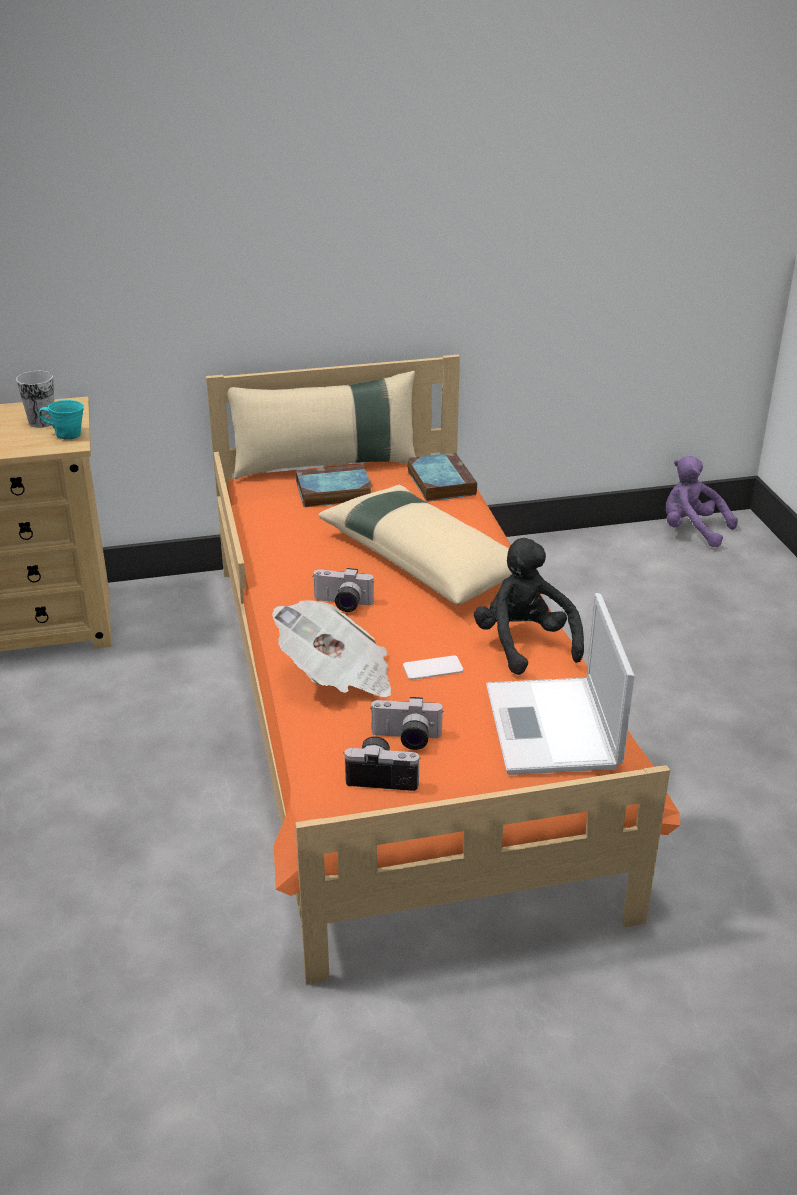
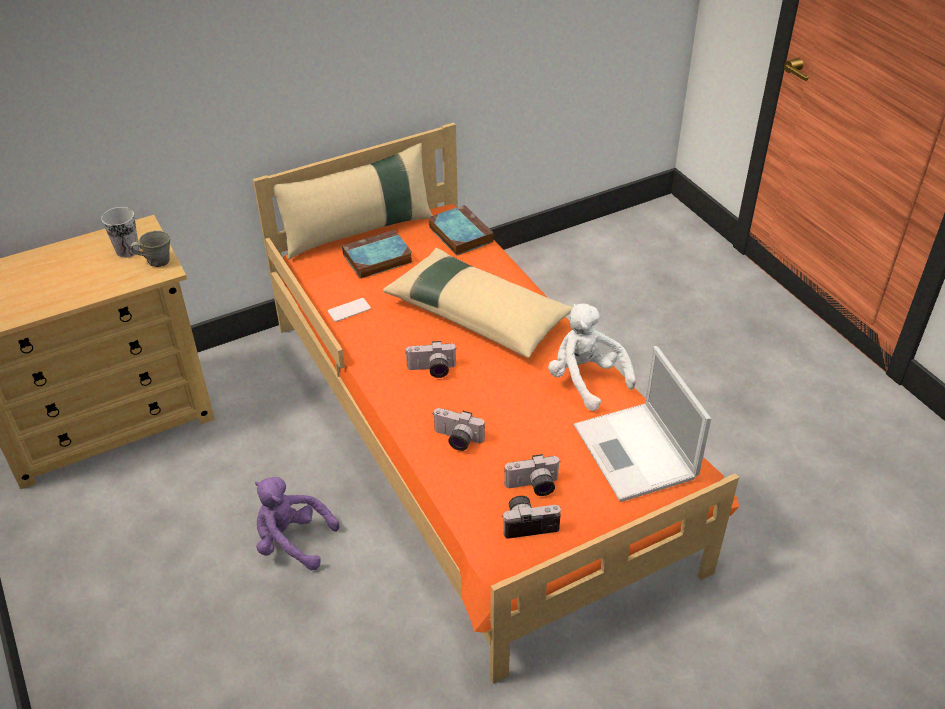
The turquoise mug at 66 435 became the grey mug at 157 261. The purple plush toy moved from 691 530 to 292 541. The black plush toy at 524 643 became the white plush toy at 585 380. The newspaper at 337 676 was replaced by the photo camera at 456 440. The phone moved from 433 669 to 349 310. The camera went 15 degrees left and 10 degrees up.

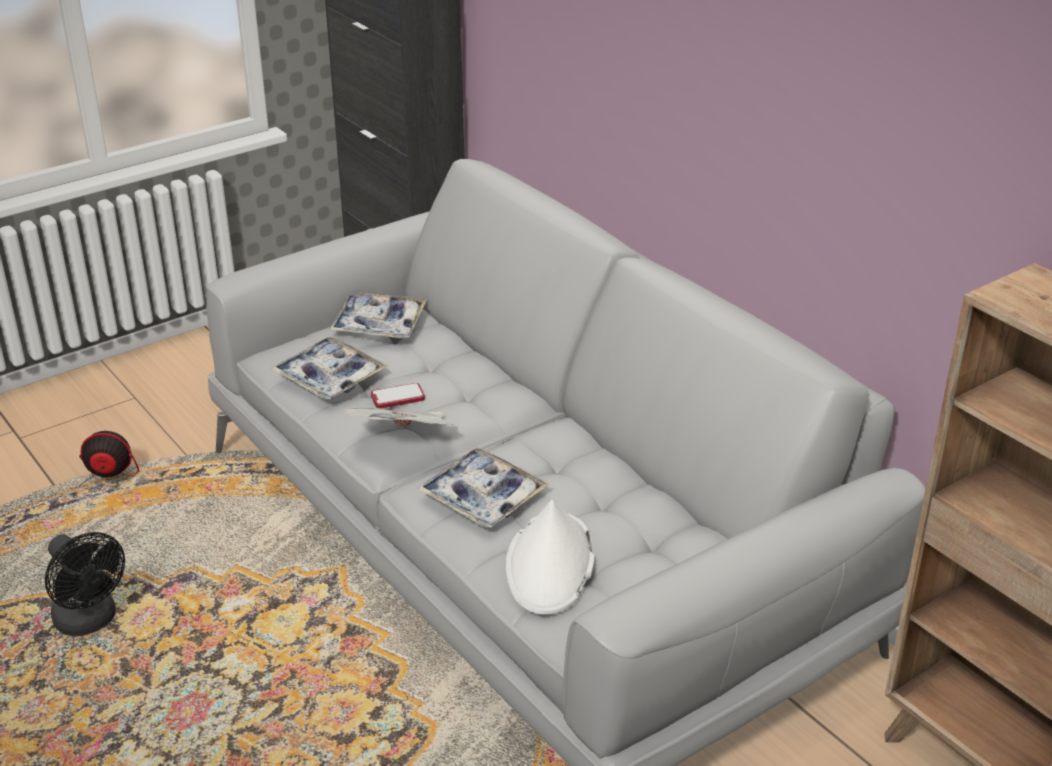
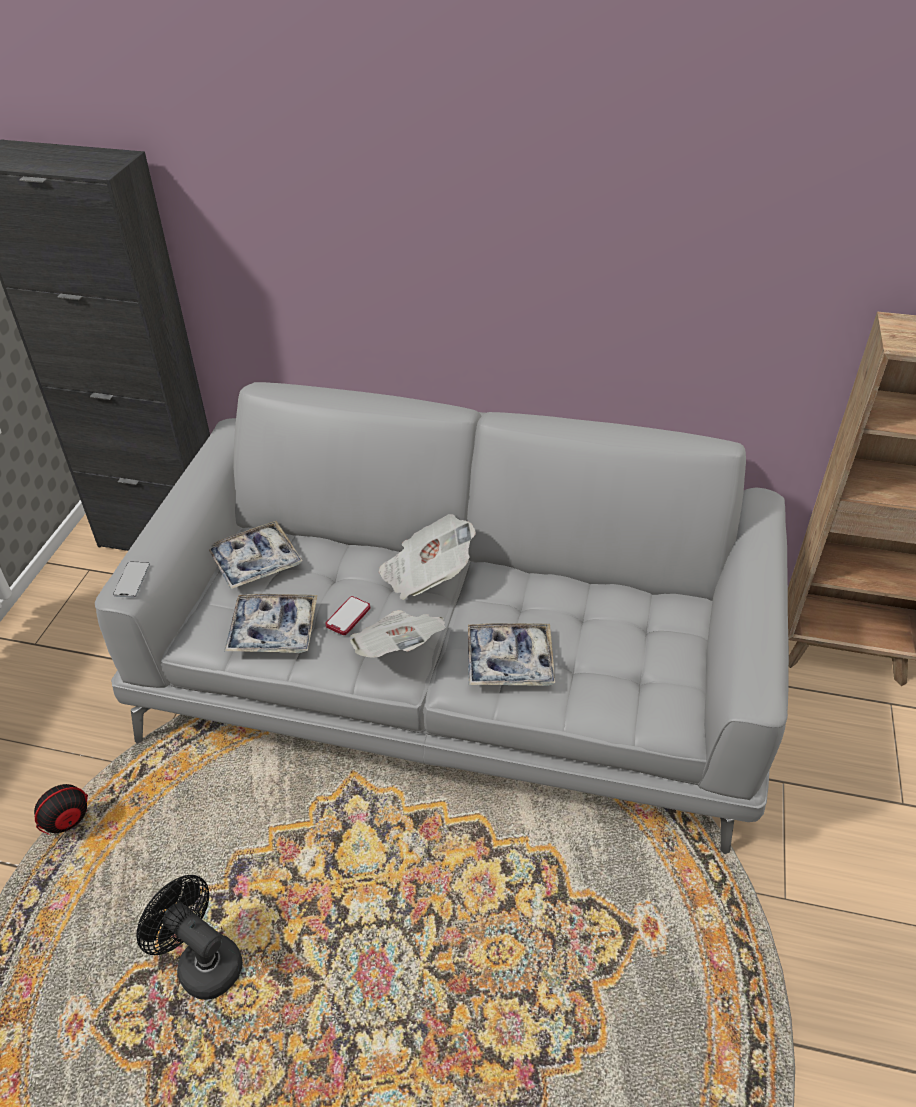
The white hat at 550 565 disappeared. The black fan at 90 622 turned 150 degrees counterclockwise. The newspaper at 426 574 appeared. The phone at 132 580 appeared. The camera went 40 degrees left and 10 degrees up.

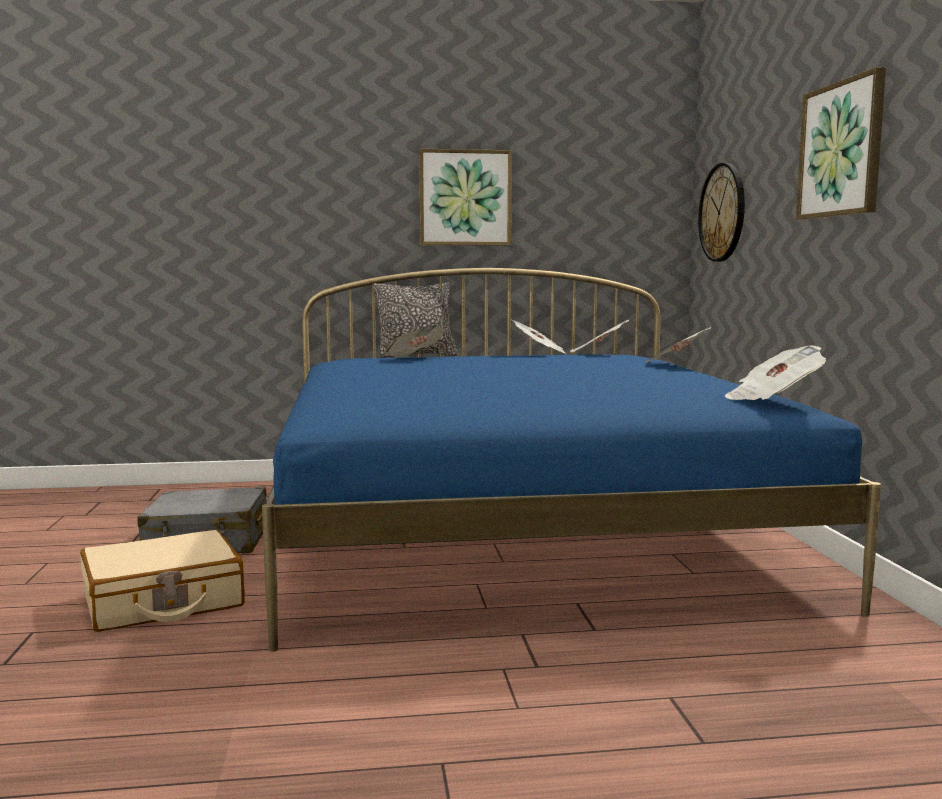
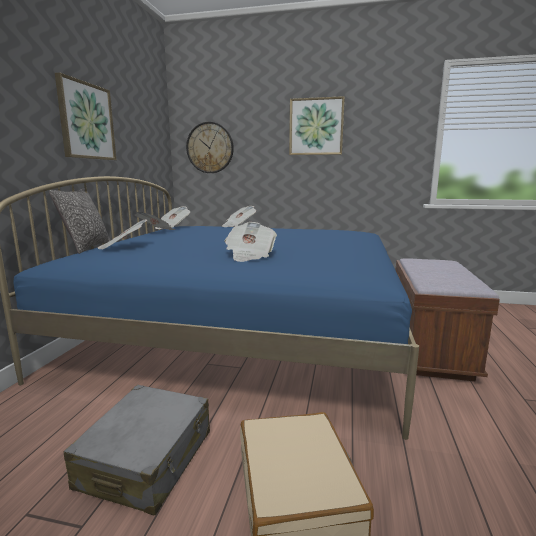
The newspaper moved from 772 398 to 249 256. The brown bench at 429 349 appeared. The camera went 70 degrees left and 5 degrees up.

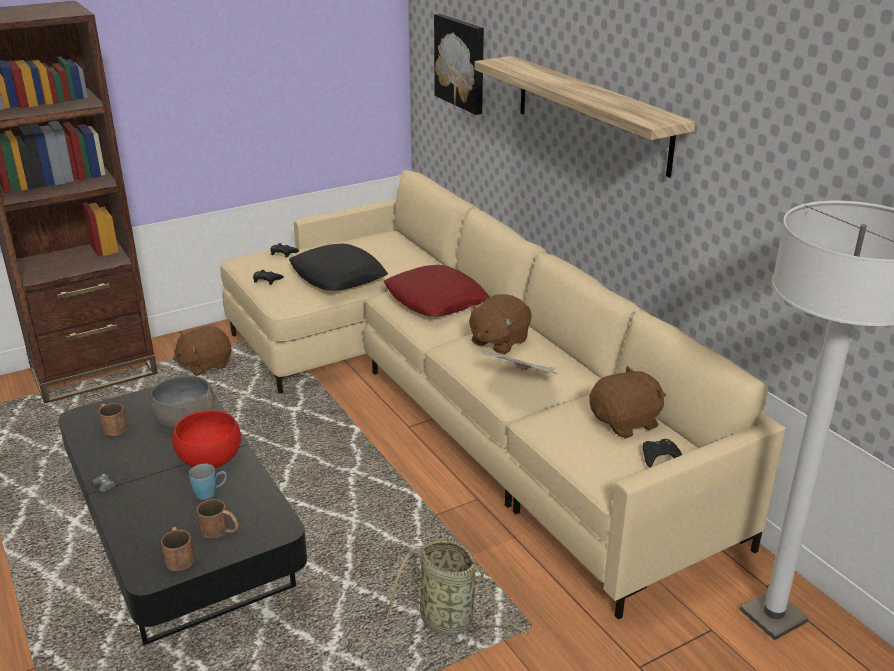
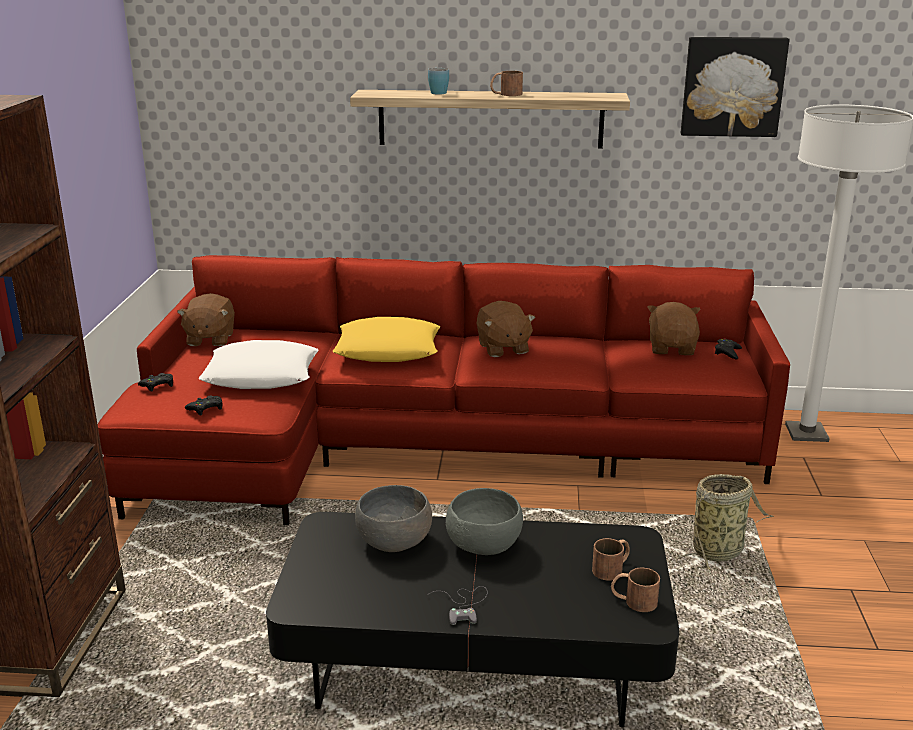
The picture moved from 461 63 to 732 86. The beige sofa at 457 401 became the red sofa at 429 444. The black pillow at 338 276 became the white pillow at 261 375. The red pillow at 436 300 became the yellow pillow at 388 350. The brown plush toy moved from 205 365 to 210 339. The newspaper at 523 381 disappeared. The brown mug moved from 111 426 to 506 94. The red bowl at 209 459 became the grey bowl at 483 545. The blue mug moved from 210 493 to 440 92. The camera went 55 degrees left and 5 degrees down.

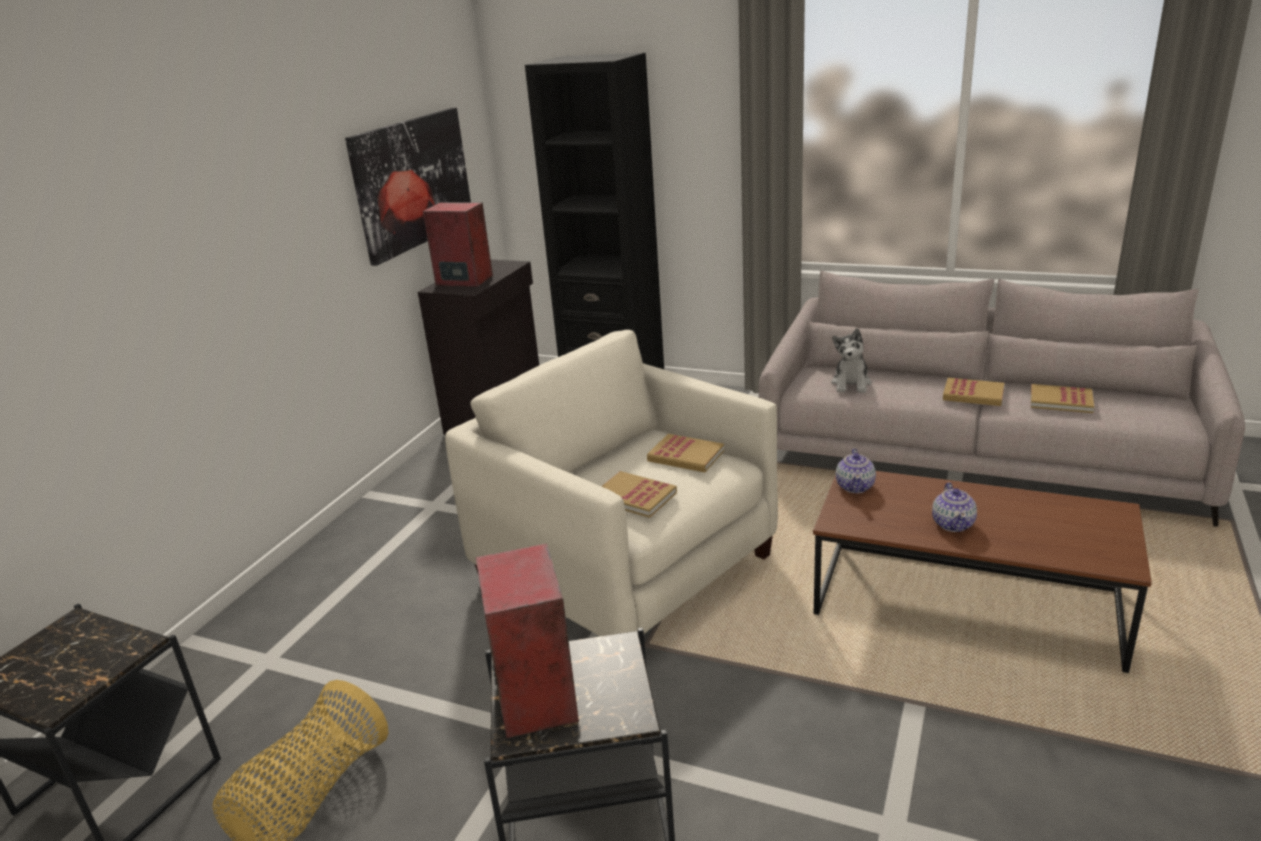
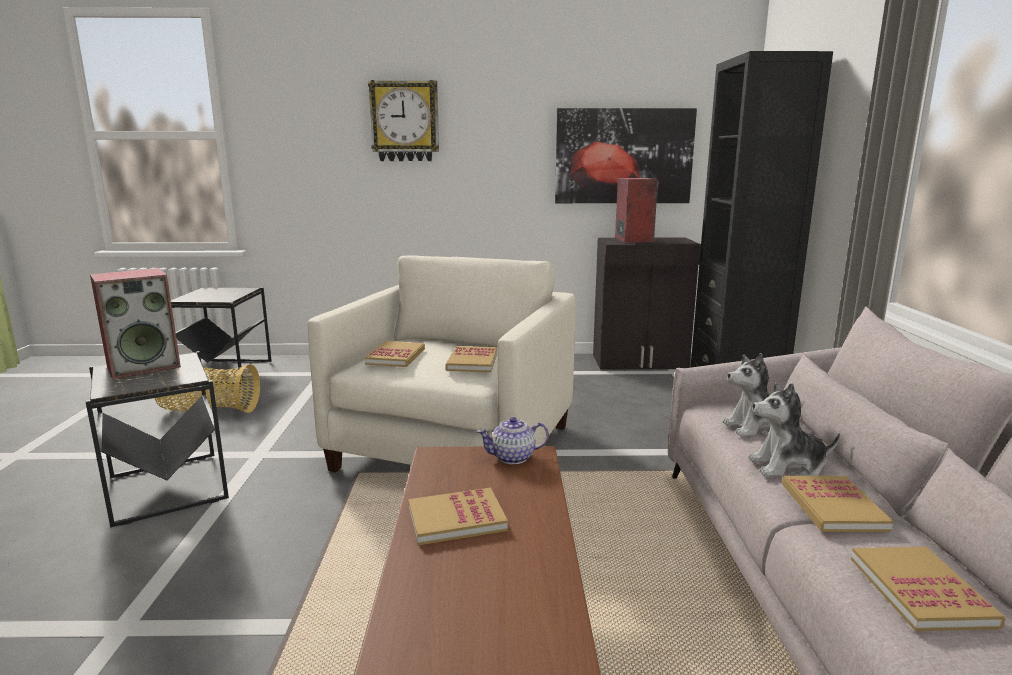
The teapot at 953 524 was replaced by the book at 456 519. The wall clock at 405 121 appeared. The plush toy at 787 467 appeared. The camera went 65 degrees right and 10 degrees down.

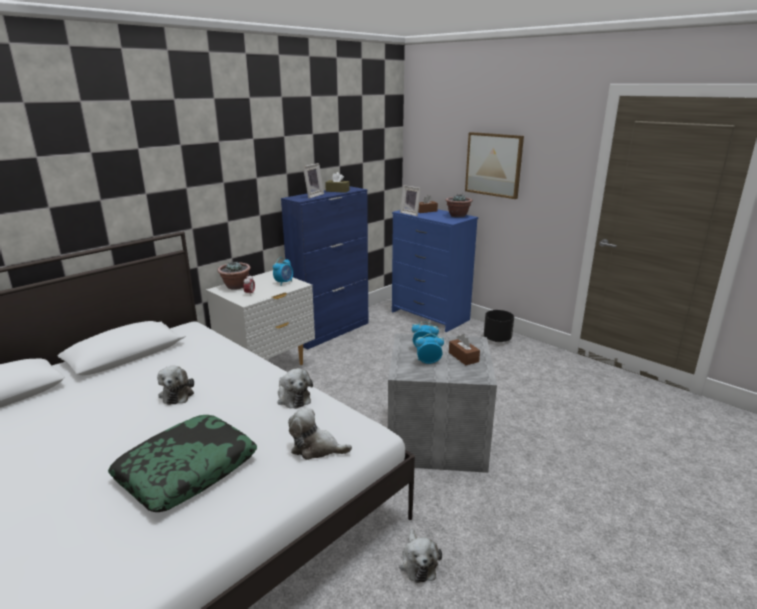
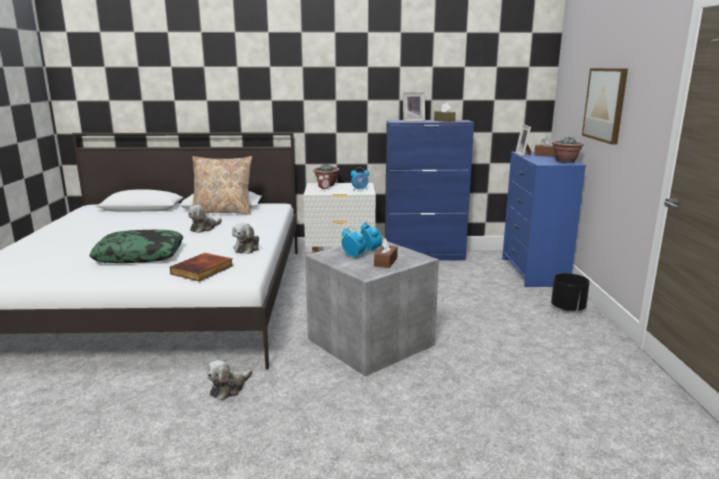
The plush toy at 316 448 was replaced by the book at 203 270. The beige pillow at 223 212 appeared. The camera went 45 degrees right and 5 degrees down.

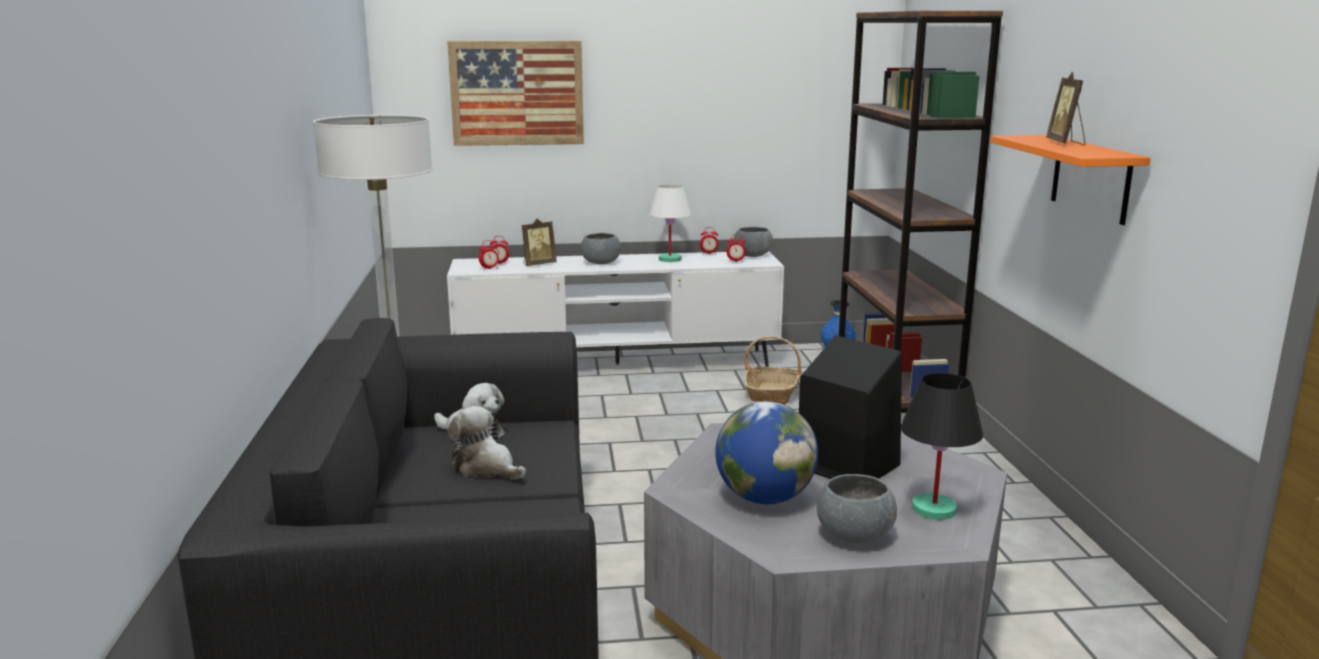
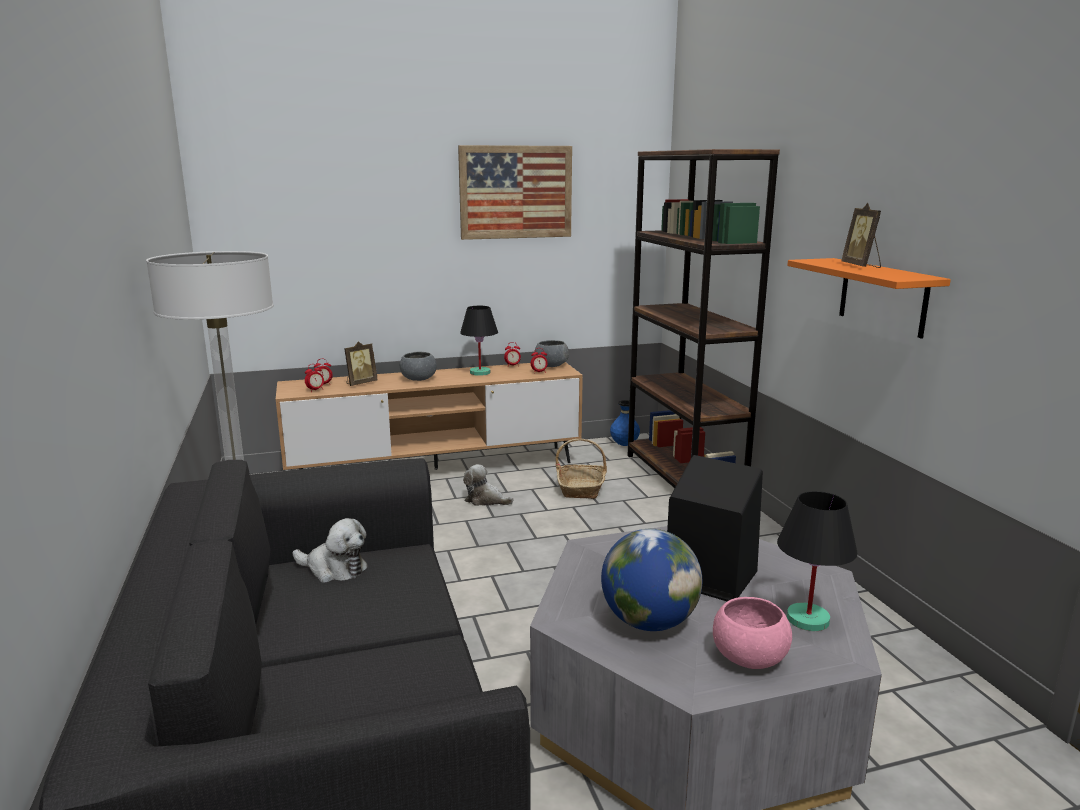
The picture moved from 517 93 to 516 192. The white table lamp at 670 259 became the black table lamp at 480 372. The white tv stand at 617 364 became the brown tv stand at 436 469. The plush toy moved from 486 468 to 485 500. The grey bowl at 854 534 became the pink bowl at 749 657. The camera went 10 degrees left and 0 degrees up.

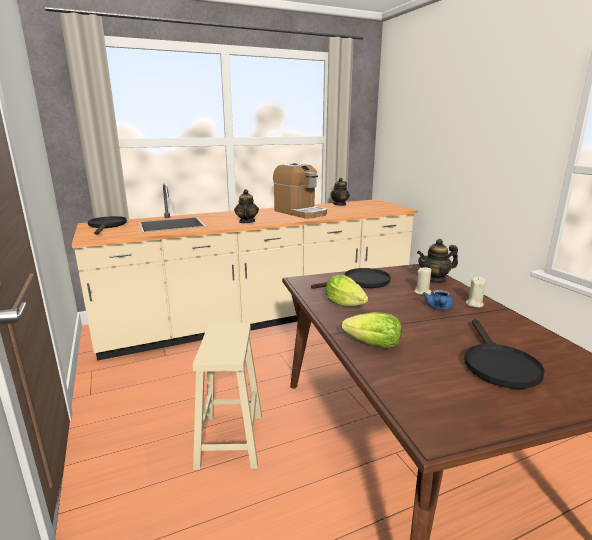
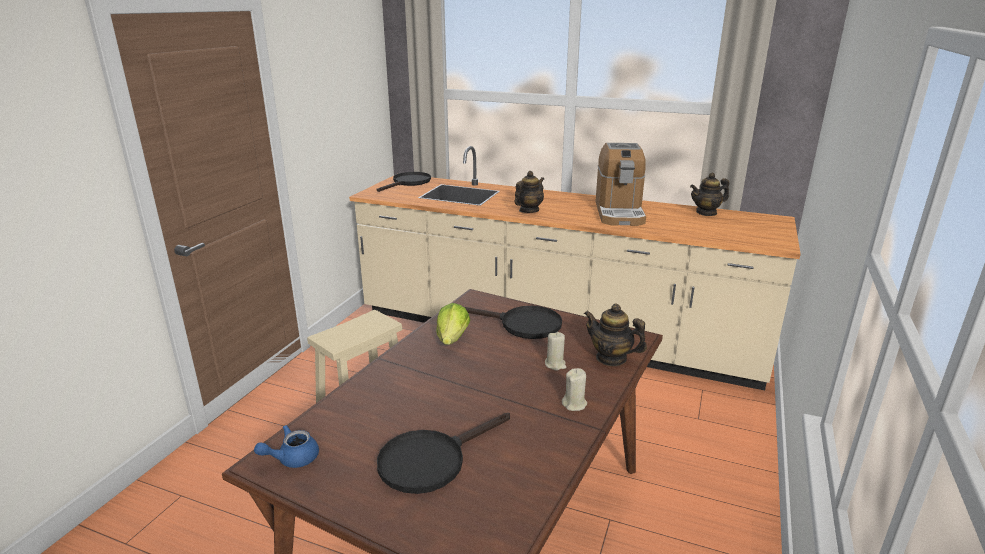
The blue teapot moved from 439 308 to 292 458. The lettuce at 373 345 disappeared. The camera went 45 degrees right and 5 degrees up.

